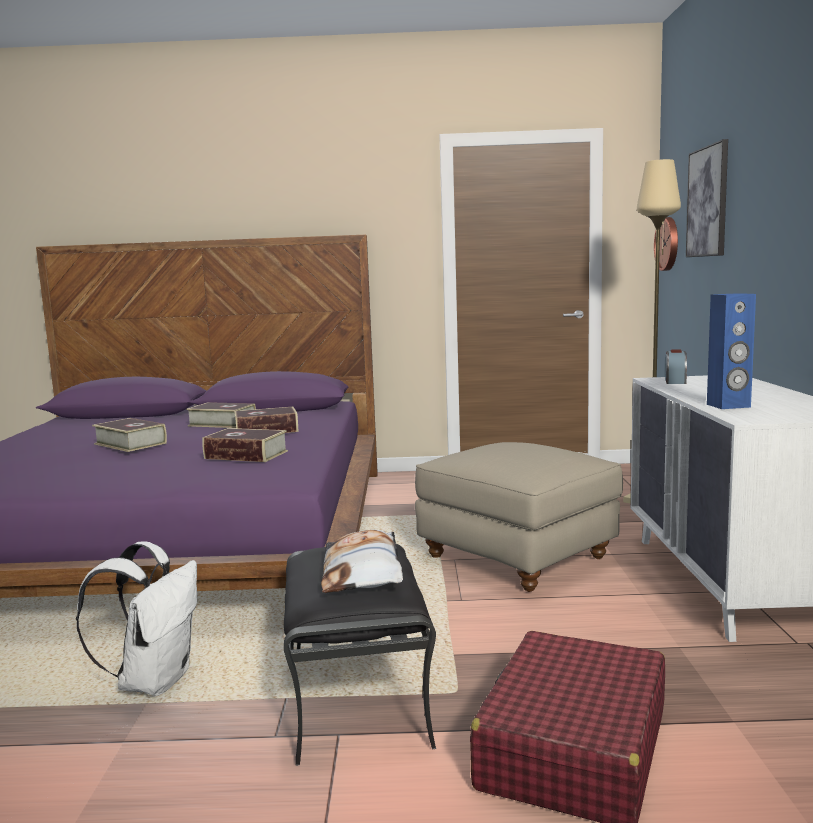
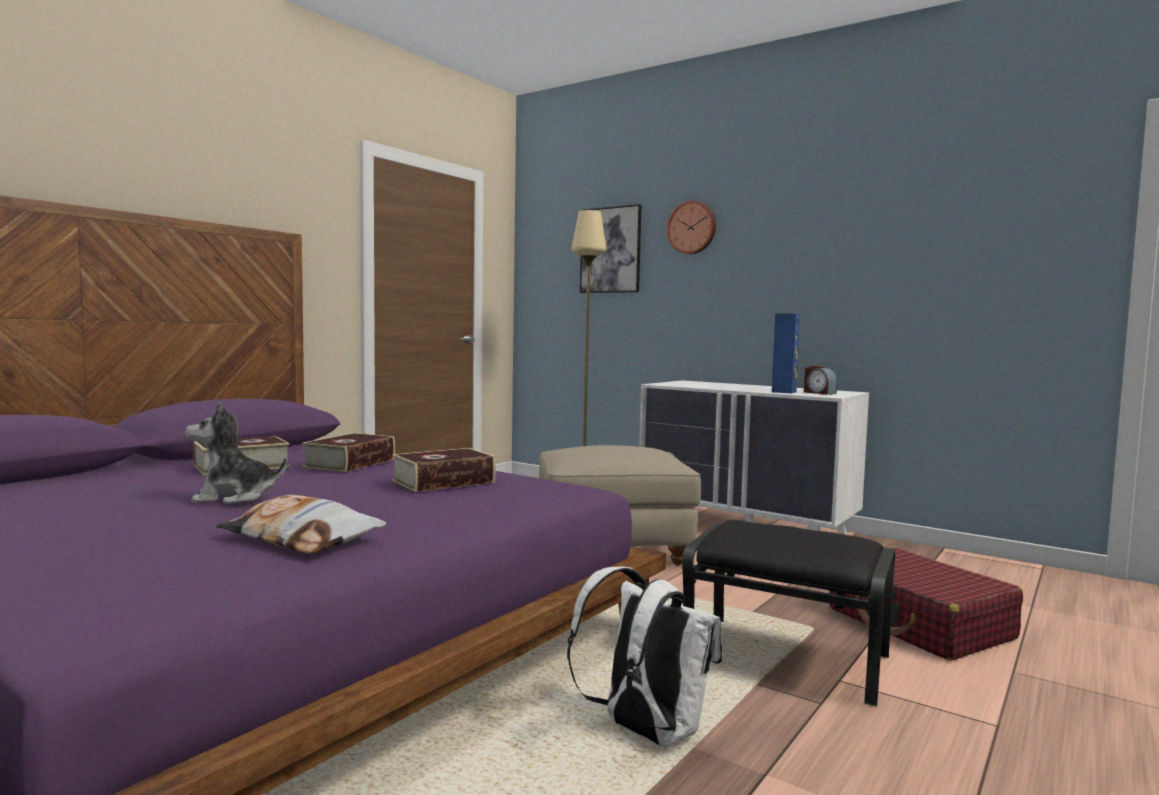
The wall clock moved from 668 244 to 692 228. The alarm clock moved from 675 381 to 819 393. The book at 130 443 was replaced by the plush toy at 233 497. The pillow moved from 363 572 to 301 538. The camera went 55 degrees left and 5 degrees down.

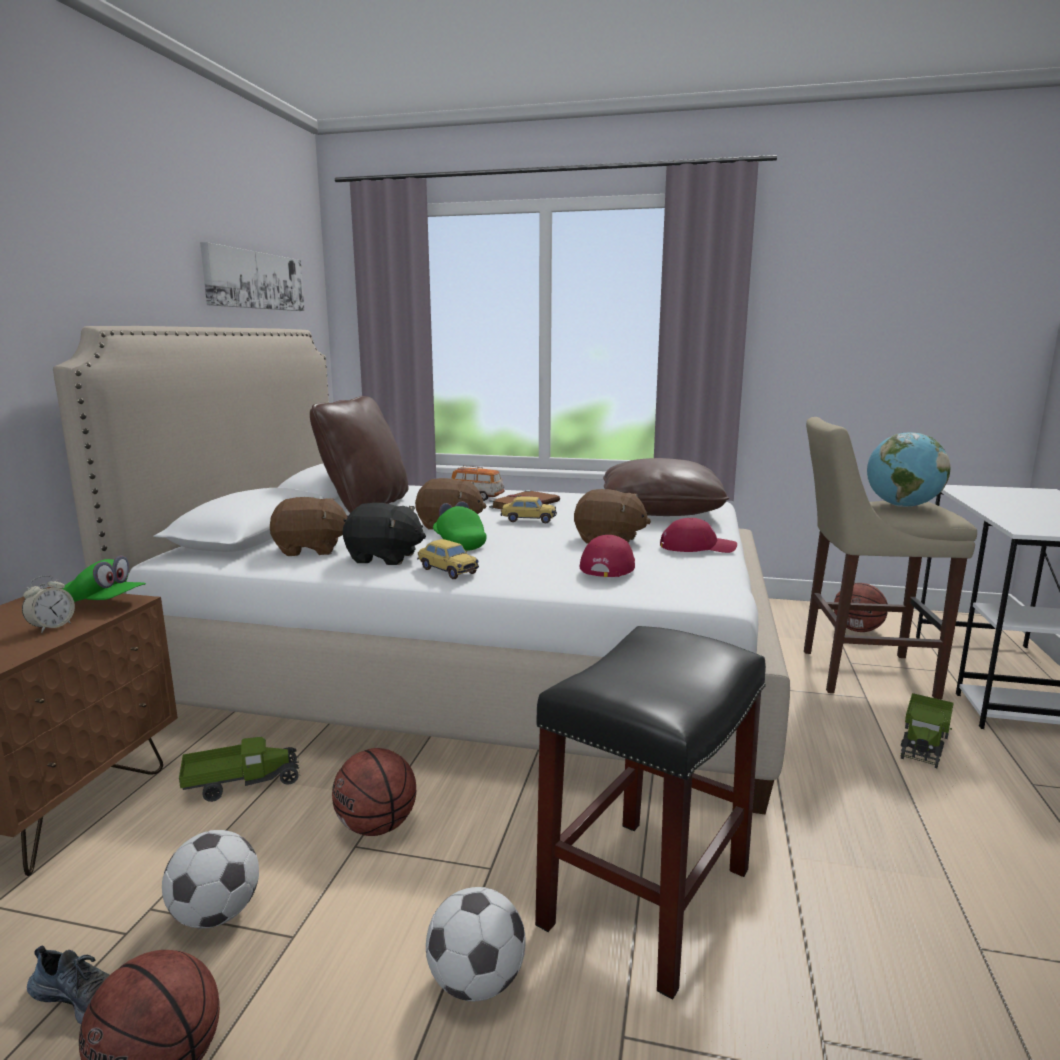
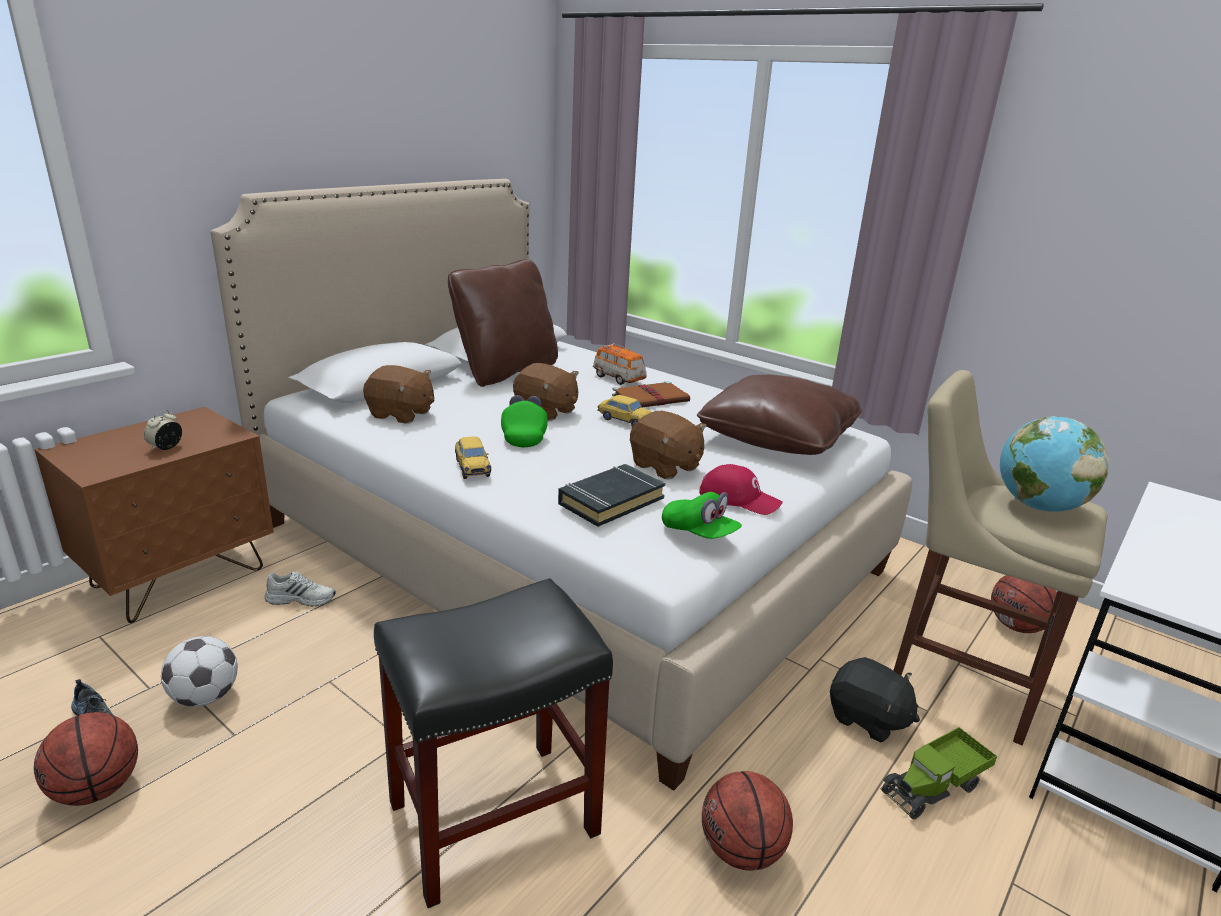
The picture at 254 280 disappeared. The black plush toy moved from 384 558 to 867 719. The red cap at 609 566 was replaced by the black book at 610 501. The green cap moved from 106 603 to 699 533. The alarm clock at 52 627 turned 150 degrees clockwise. The toy truck at 242 783 was replaced by the white shoe at 301 598. The basketball moved from 377 826 to 741 851. The football at 476 982 disappeared. The camera went 25 degrees right and 10 degrees up.

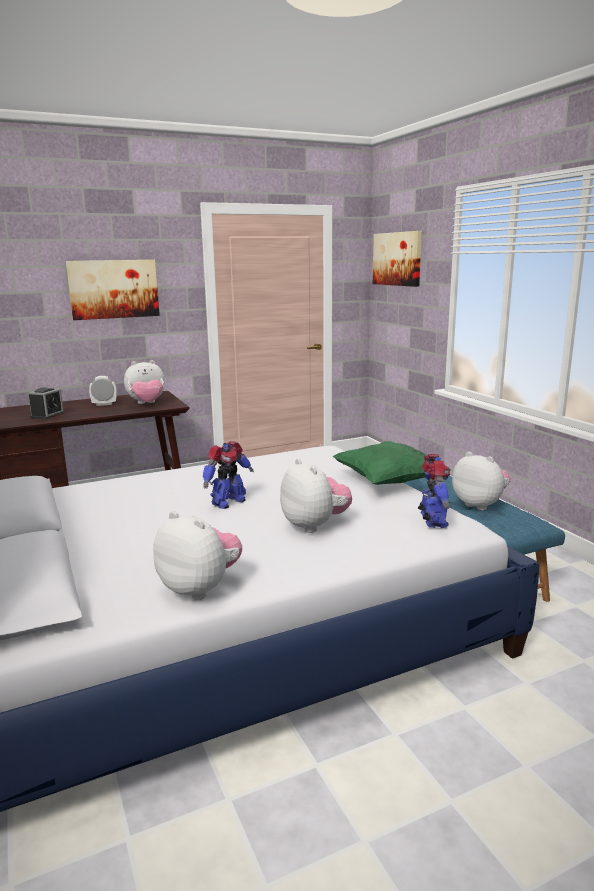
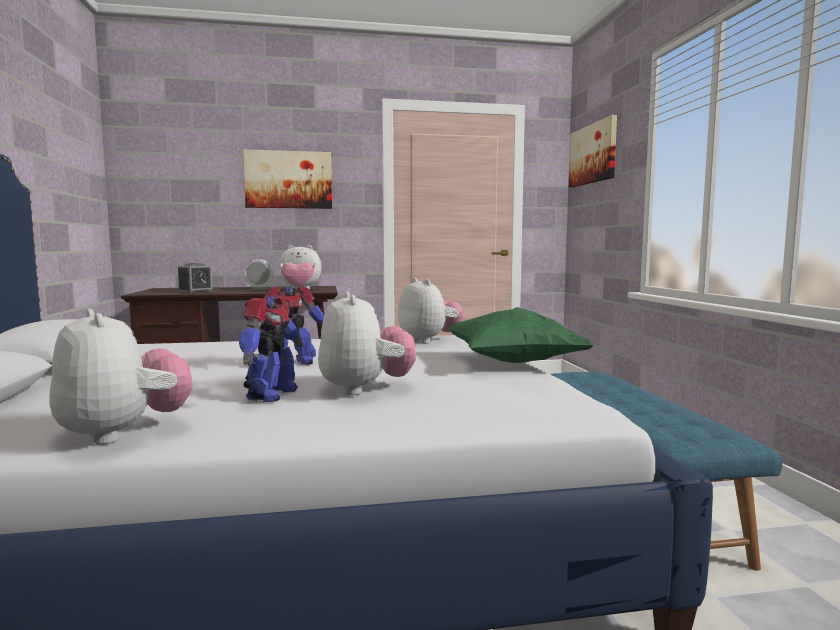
The plush toy moved from 479 504 to 429 341. The toy robot moved from 432 521 to 270 394. The camera went 15 degrees right and 10 degrees down.

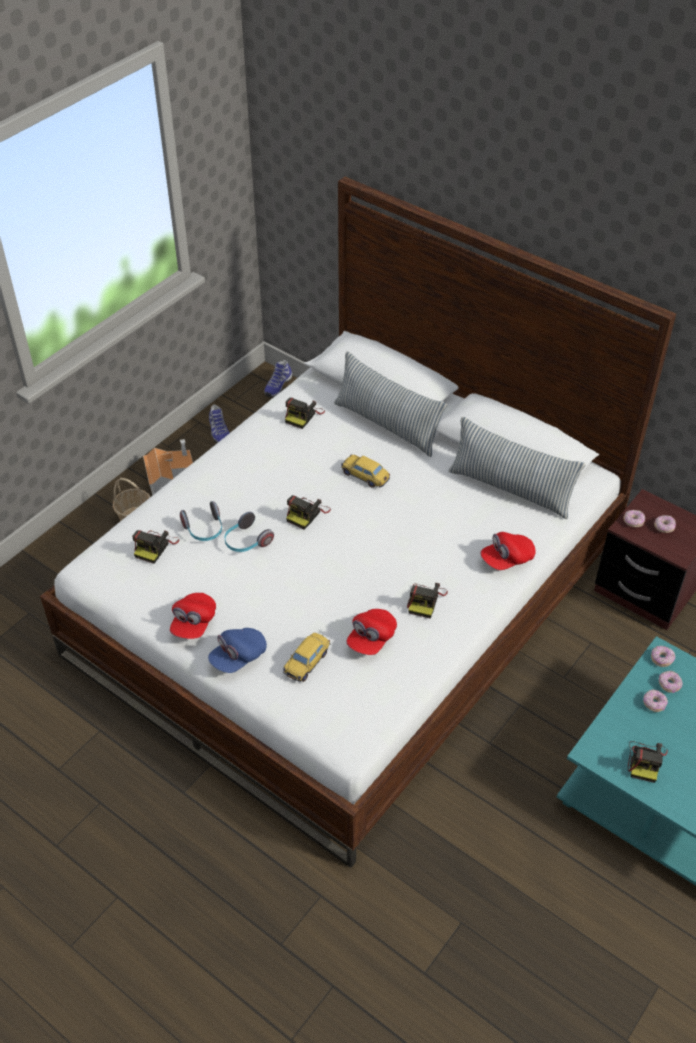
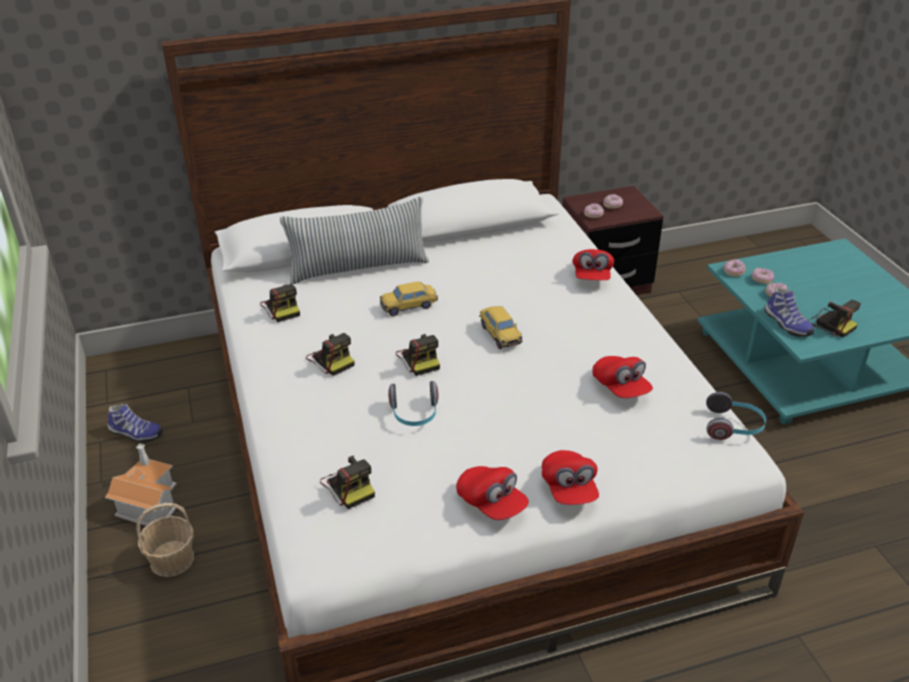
The shoe moved from 277 386 to 786 324. The pillow at 511 489 disappeared. The headphones moved from 204 530 to 733 427. The photo camera moved from 425 600 to 331 359. The blue cap at 238 657 became the red cap at 569 489. The toy car moved from 307 662 to 500 334. The camera went 55 degrees left and 10 degrees down.

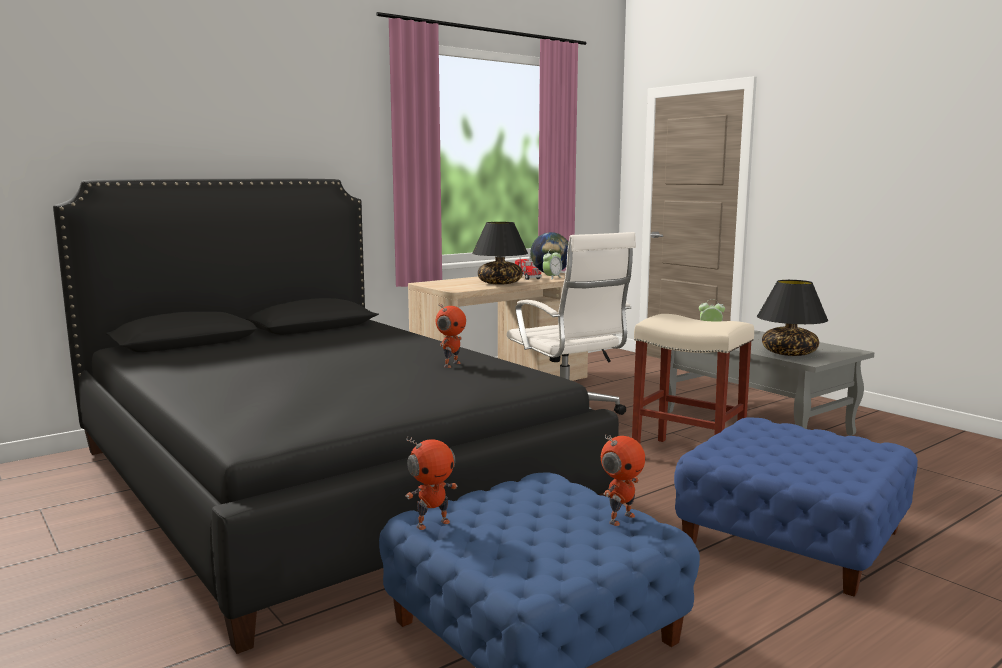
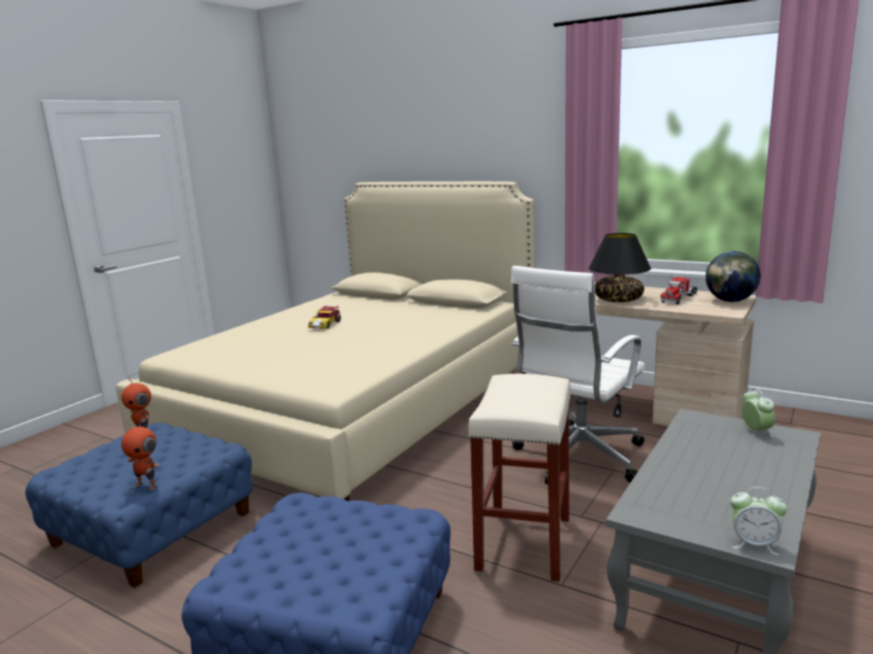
The black bed at 319 480 became the beige bed at 355 408. The alarm clock moved from 552 278 to 754 544. The black table lamp at 789 353 disappeared. The toy robot at 451 364 disappeared. The toy car at 325 324 appeared. The camera went 70 degrees right and 5 degrees up.

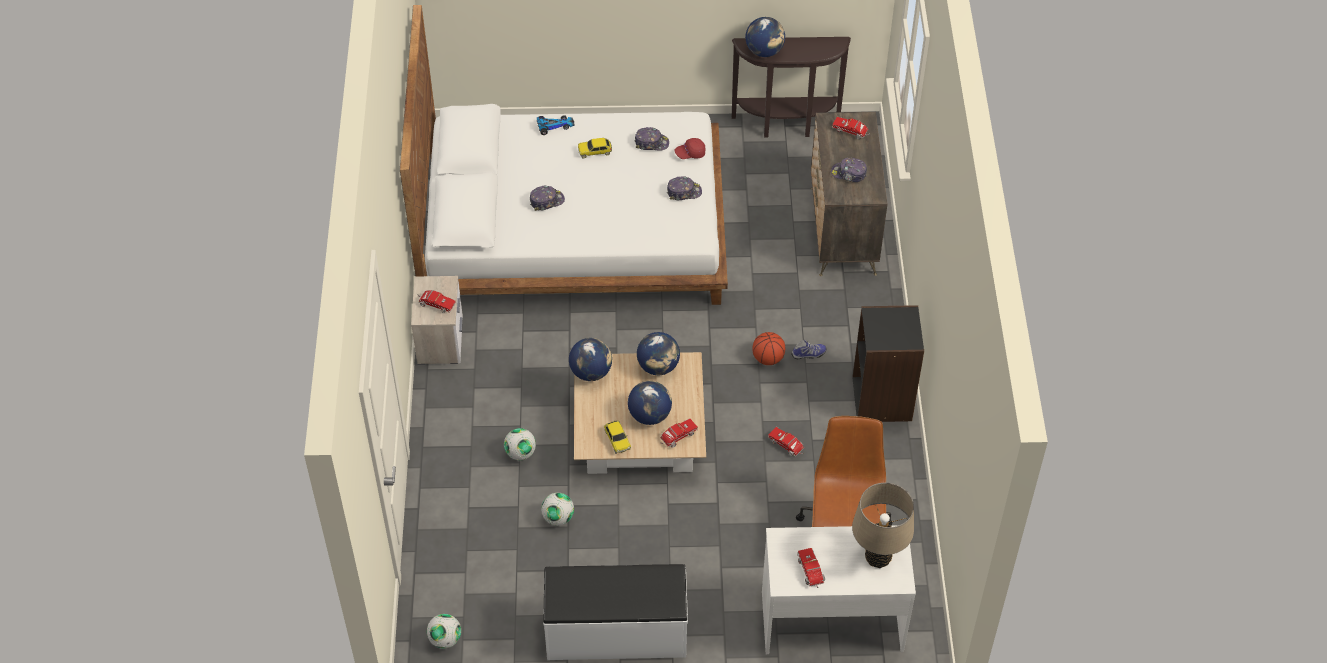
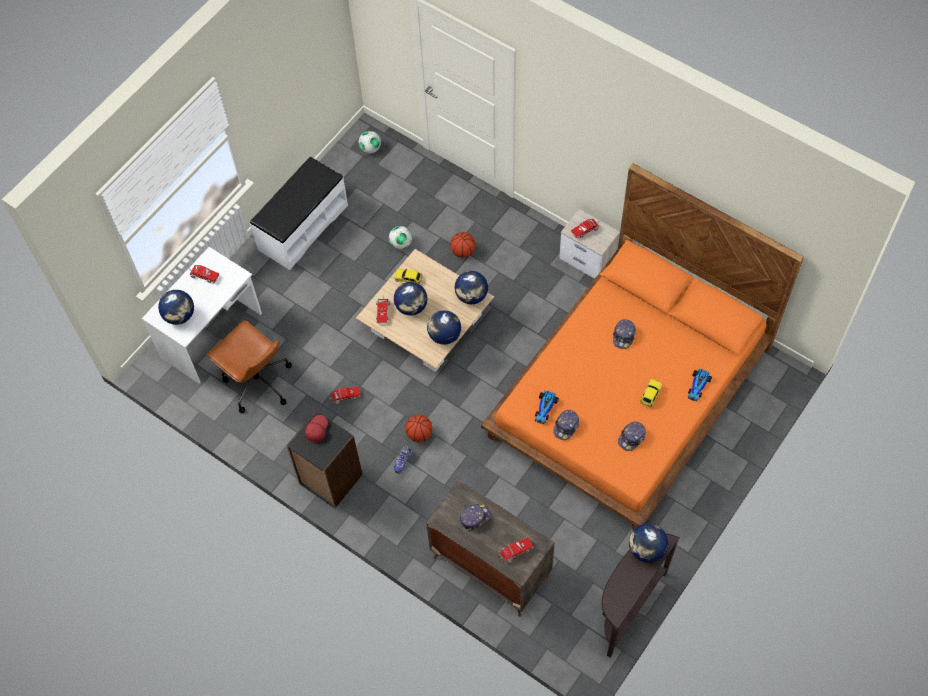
The white bed at 574 227 became the orange bed at 629 392. The red cap moved from 690 153 to 317 430. The football at 520 453 was replaced by the basketball at 463 251. The beige table lamp at 878 557 was replaced by the globe at 180 315. The toy car at 545 408 appeared. The camera went 130 degrees right and 10 degrees up.

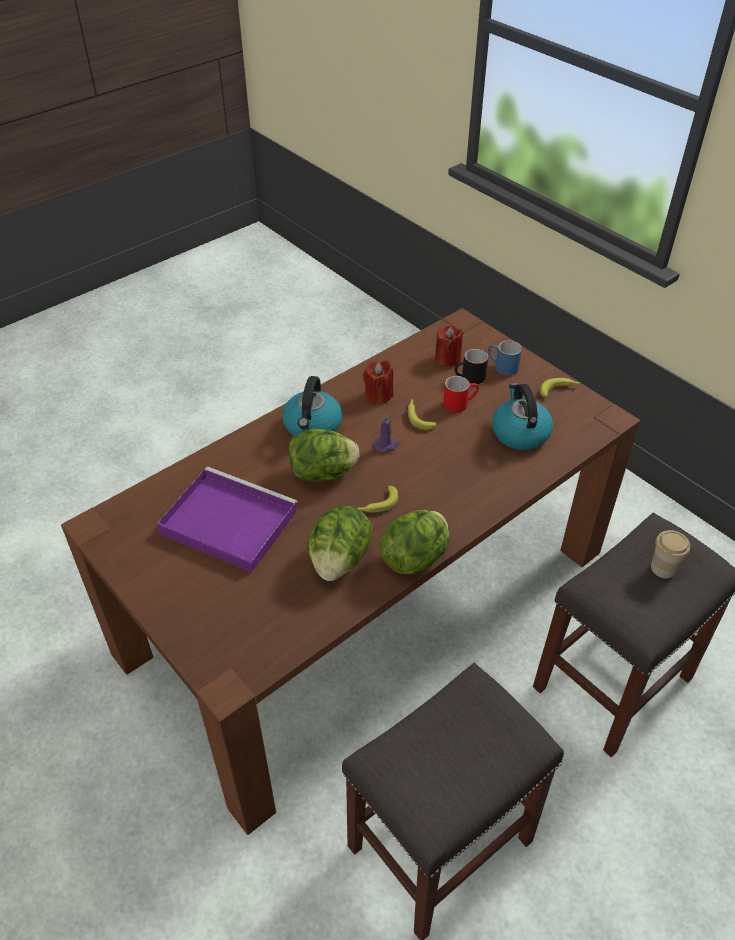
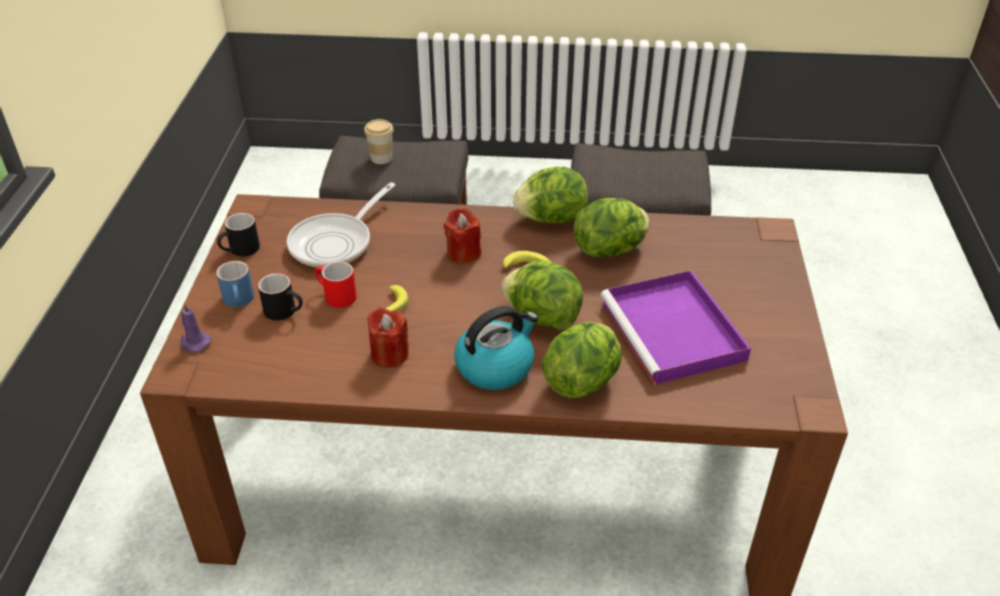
The red candle moved from 447 359 to 463 253. The banana at 559 390 was replaced by the black mug at 240 251. The kettle at 519 433 was replaced by the frying pan at 336 243. The purple candle moved from 386 445 to 194 342. The lettuce at 582 380 appeared. The camera went 135 degrees left and 5 degrees down.

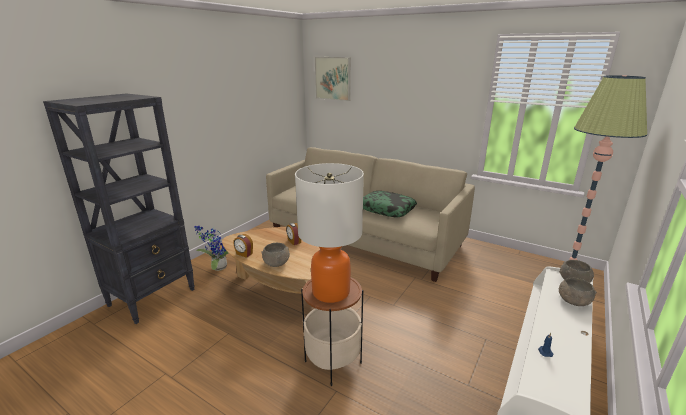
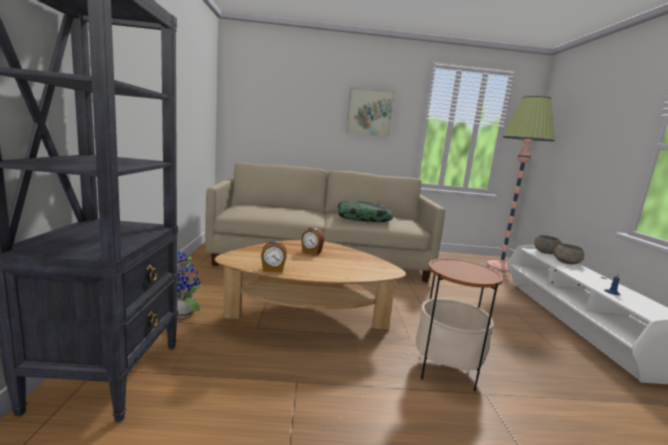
The picture moved from 332 78 to 369 113. The table lamp at 331 292 disappeared. The grey bowl at 276 263 disappeared. The camera went 35 degrees left and 10 degrees down.

